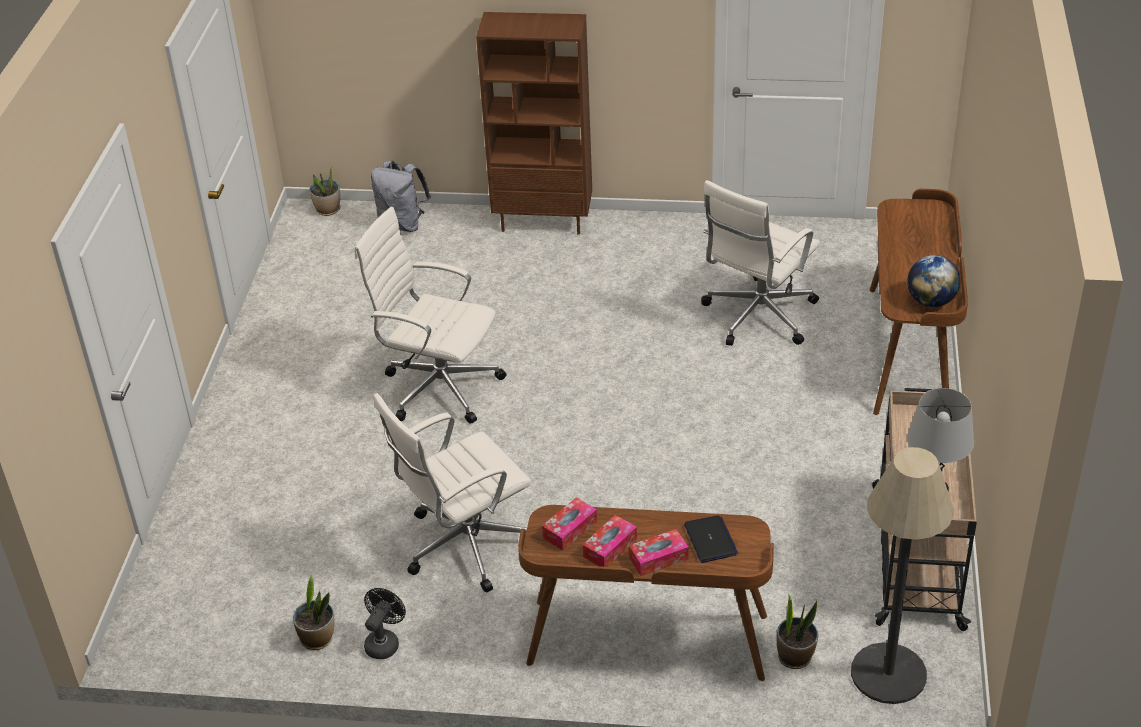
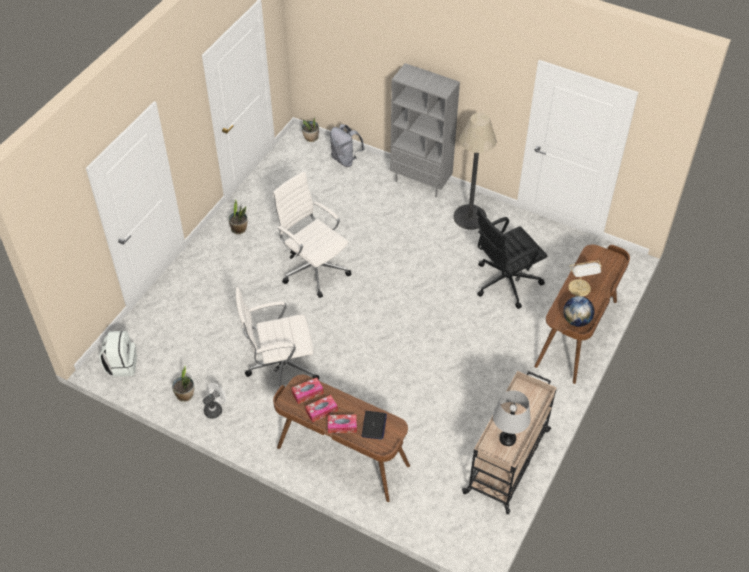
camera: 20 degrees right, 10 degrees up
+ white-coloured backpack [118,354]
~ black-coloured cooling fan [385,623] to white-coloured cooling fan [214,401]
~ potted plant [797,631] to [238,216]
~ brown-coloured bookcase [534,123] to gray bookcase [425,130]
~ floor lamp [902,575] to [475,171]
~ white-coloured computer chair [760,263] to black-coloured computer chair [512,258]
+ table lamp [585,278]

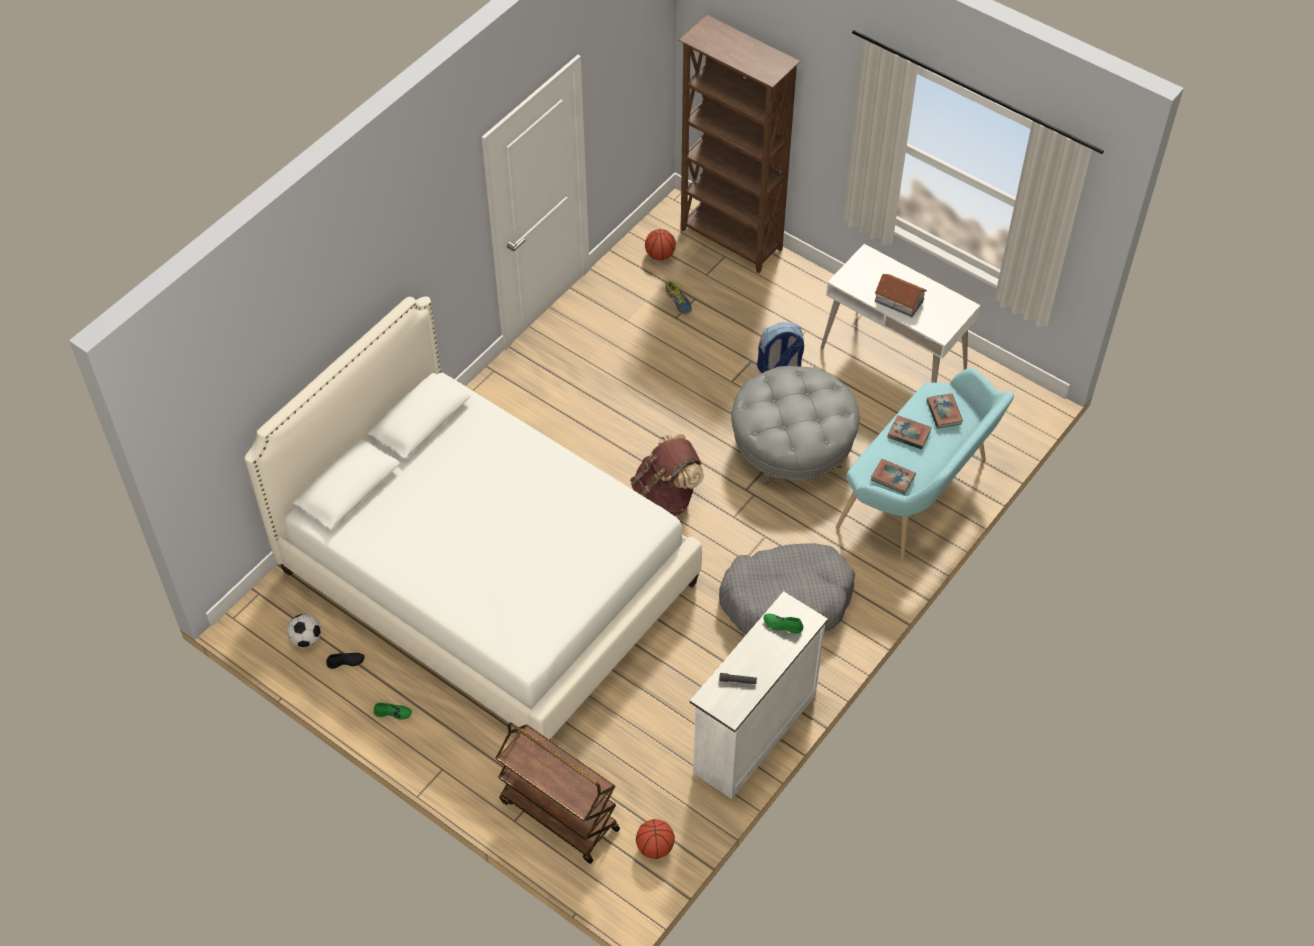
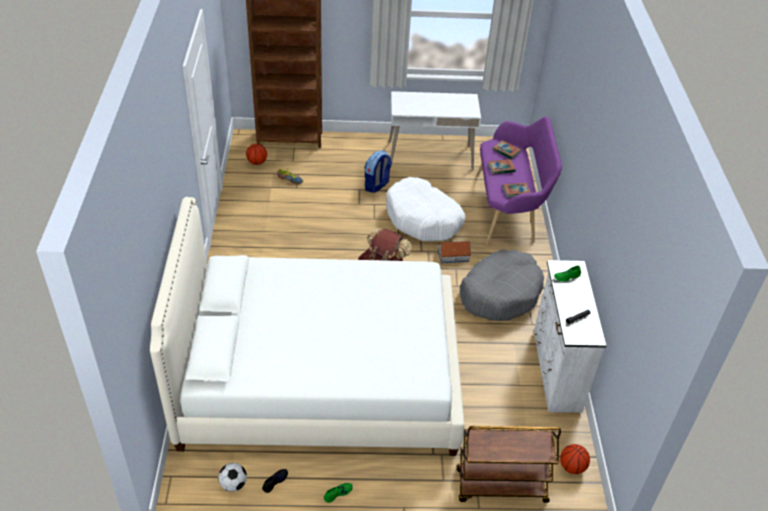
camera: 40 degrees left, 10 degrees down
~ gray footrest [795,425] to white-coloured dog cushion [425,209]
~ model house [901,295] to [454,252]
~ turquoise-coloured indoor bench [925,464] to purple-coloured indoor bench [519,180]

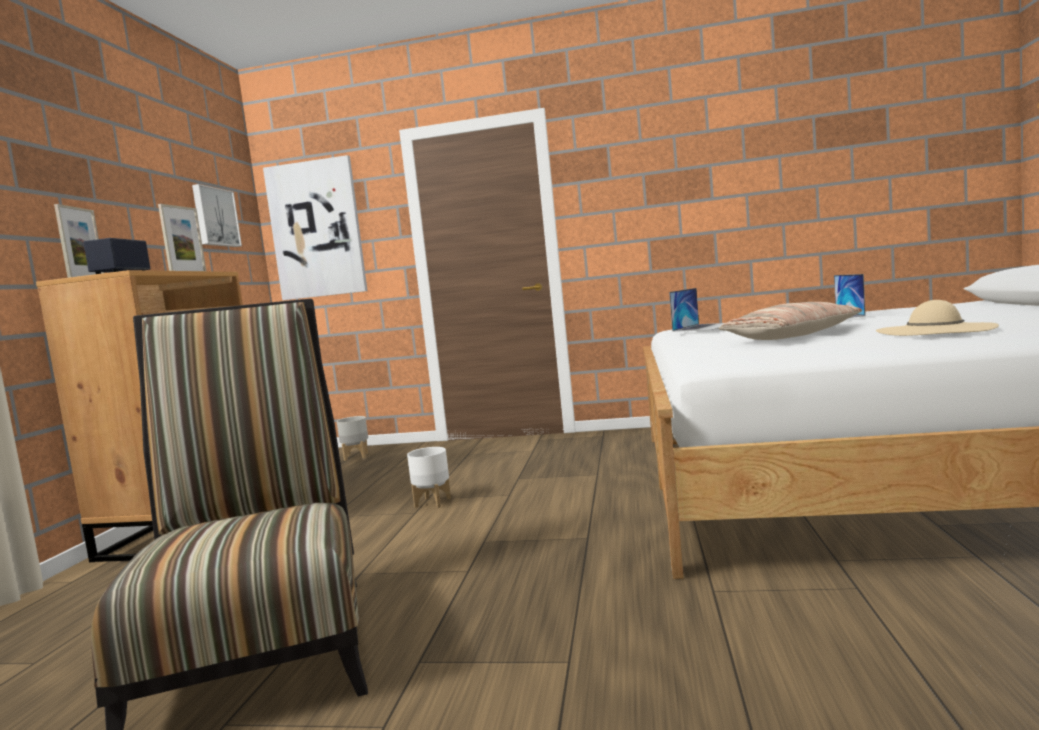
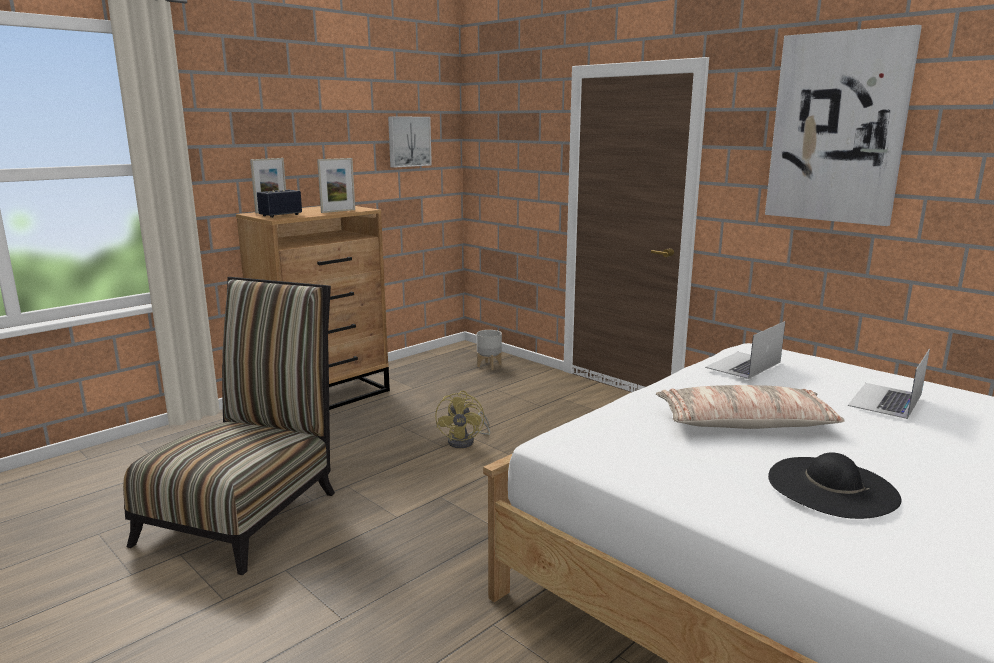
camera: 35 degrees right, 10 degrees up
~ white-coloured plant pot [429,477] to yellow-coloured cooling fan [462,419]
~ notebook computer [696,310] = [745,350] 150 degrees clockwise
~ picture [315,227] to [843,125]
~ beige-coloured wearable hat [937,318] to black-coloured wearable hat [834,485]

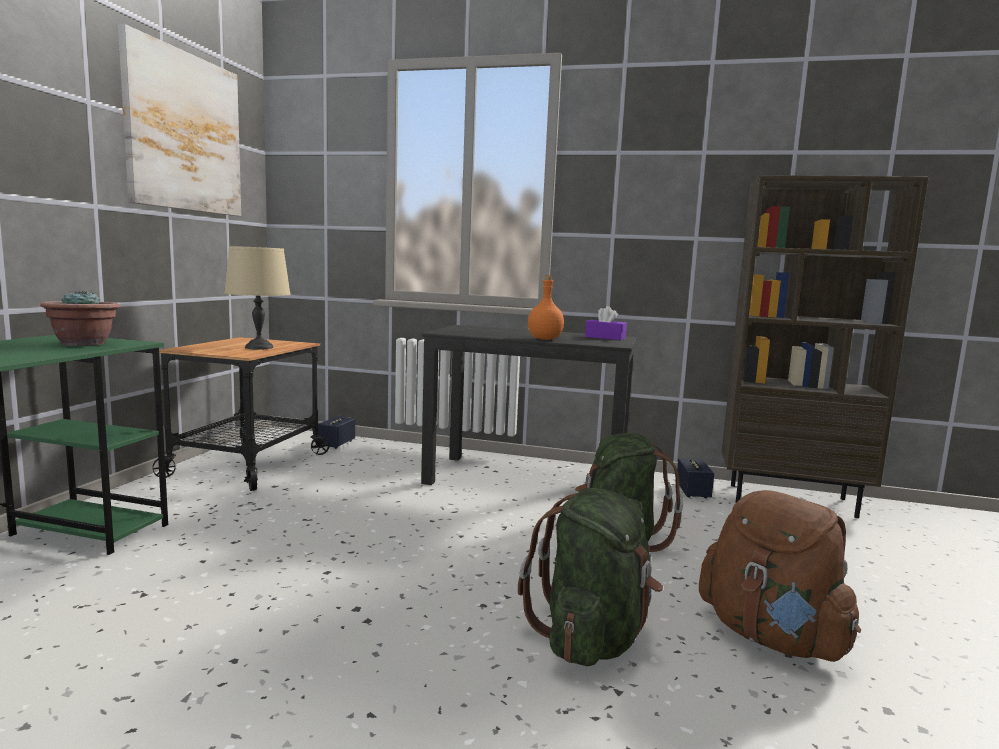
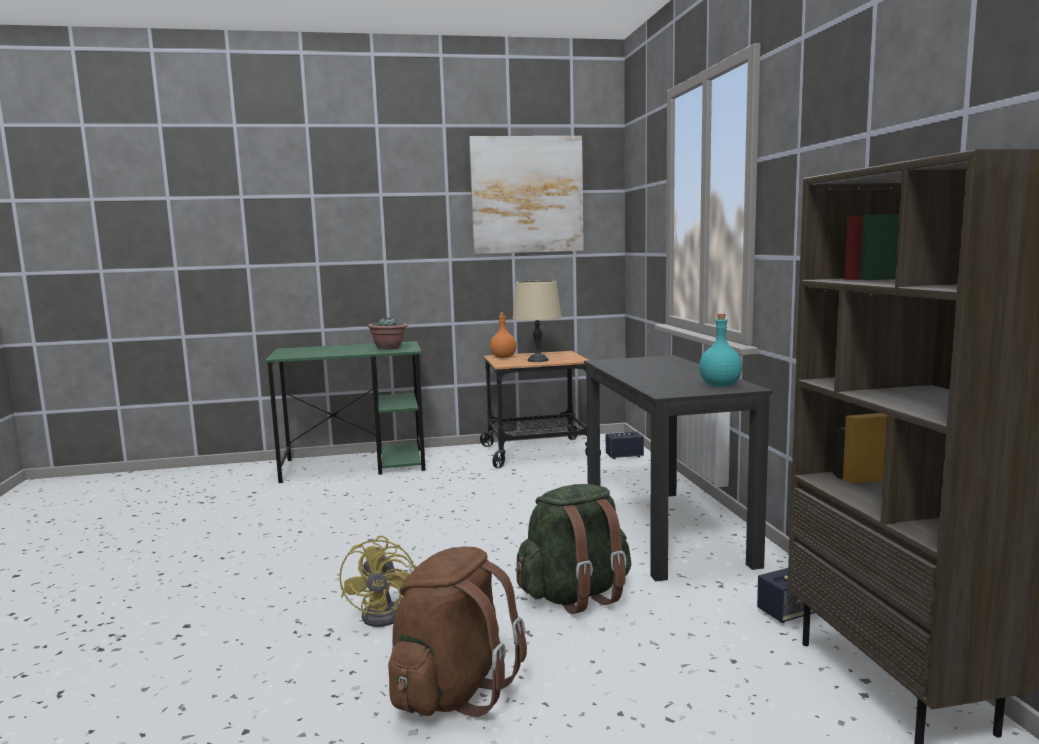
camera: 65 degrees right, 0 degrees up
~ greenish backpack [590,577] to yellow-coloured cooling fan [378,581]
~ orange-coloured bottle [546,307] to [503,335]
~ purple-coloured box of tissues [606,323] to turquoise-coloured bottle [720,350]

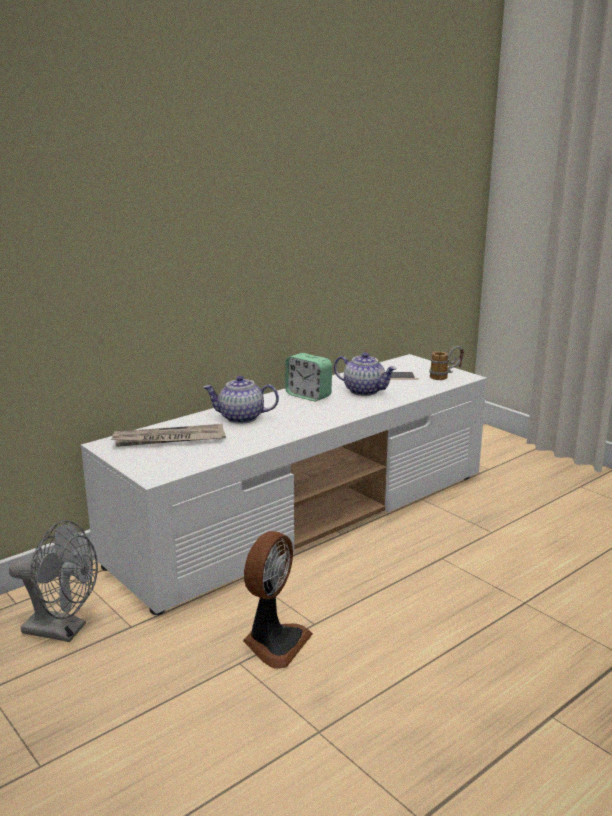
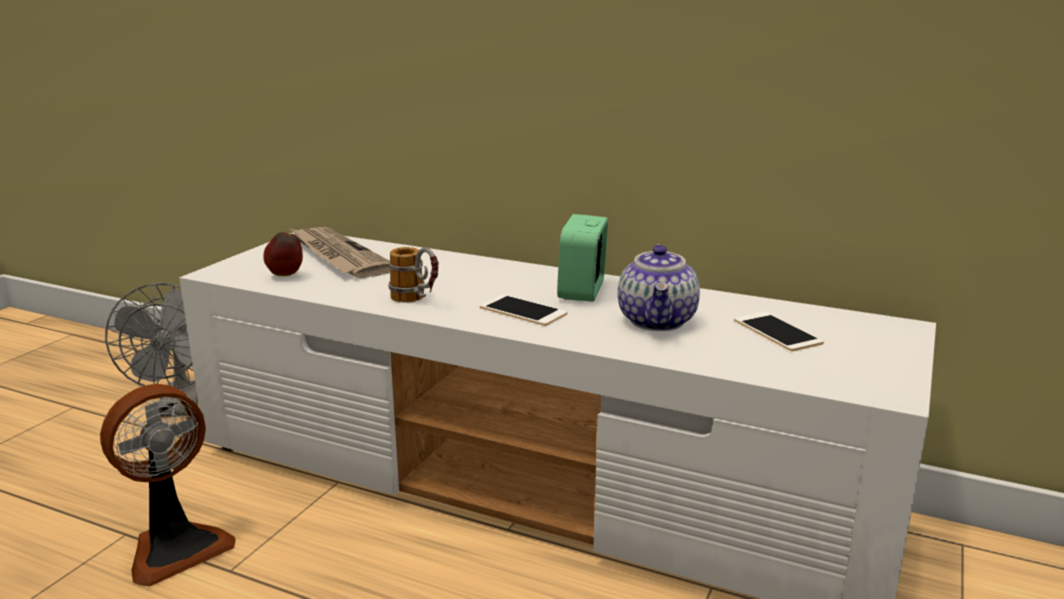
camera: 65 degrees right, 0 degrees up
~ cooling fan [278,600] = [168,485] 45 degrees counterclockwise
+ whole apple [283,254]
~ coffee mug [446,363] to [413,275]
+ handset [524,310]
- teapot [241,400]

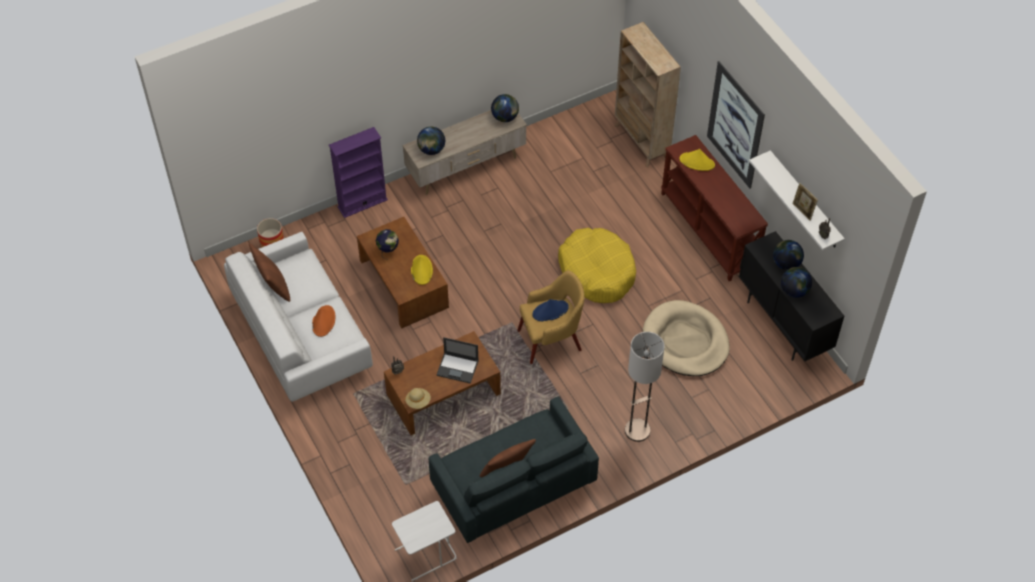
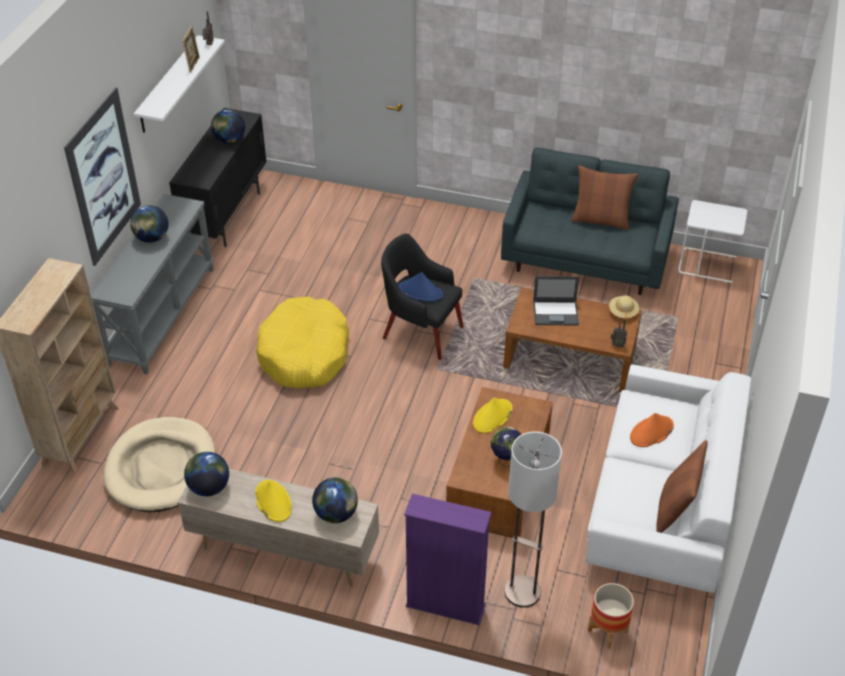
camera: 135 degrees left, 10 degrees down
~ brown-coloured hall table [714,208] to gray hall table [152,284]
~ beige-coloured dog cushion [686,338] to [159,464]
~ globe [788,255] to [149,224]
~ yellow-coloured wearable hat [697,160] to [273,501]
~ yellow-coloured easy chair [551,317] to black-coloured easy chair [422,297]
~ floor lamp [645,387] to [533,519]
~ notebook computer [457,360] = [556,300] 120 degrees clockwise

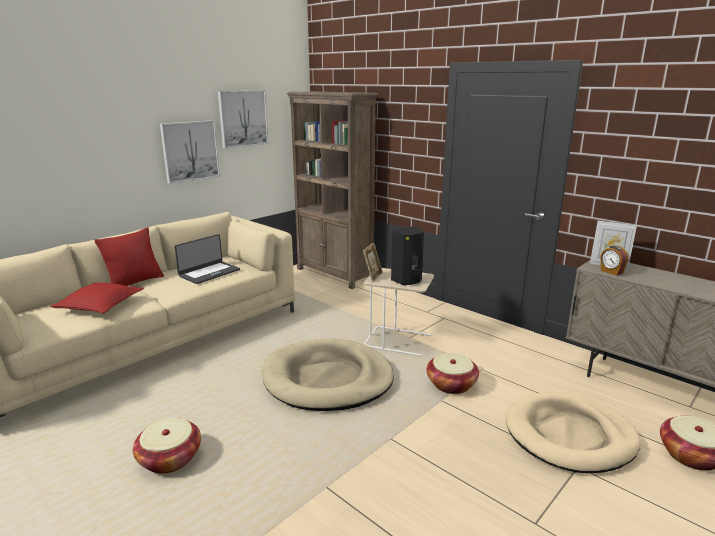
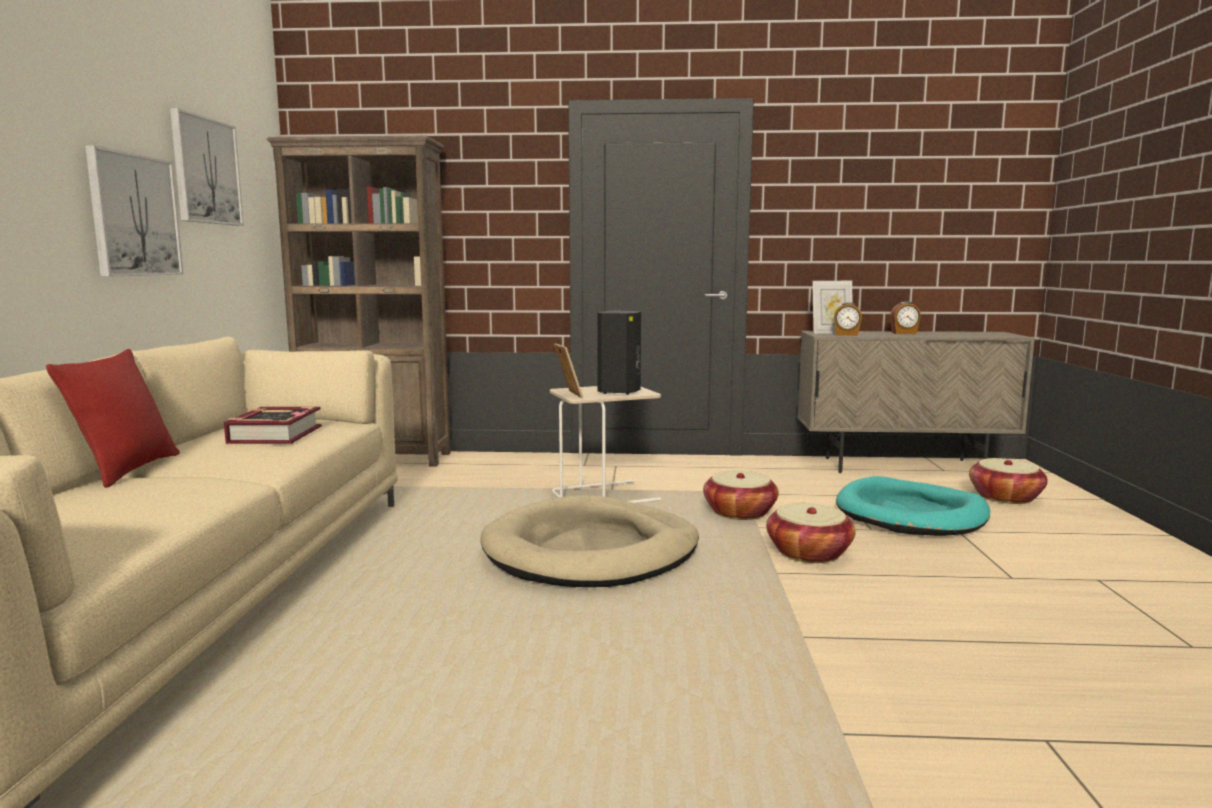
camera: 40 degrees left, 10 degrees down
~ notebook computer [207,259] to bound book [273,425]
~ storage basket [167,446] to [811,533]
~ beige-coloured dog cushion [573,432] to turquoise-coloured dog cushion [913,506]
+ alarm clock [905,317]
- red cushion [97,298]

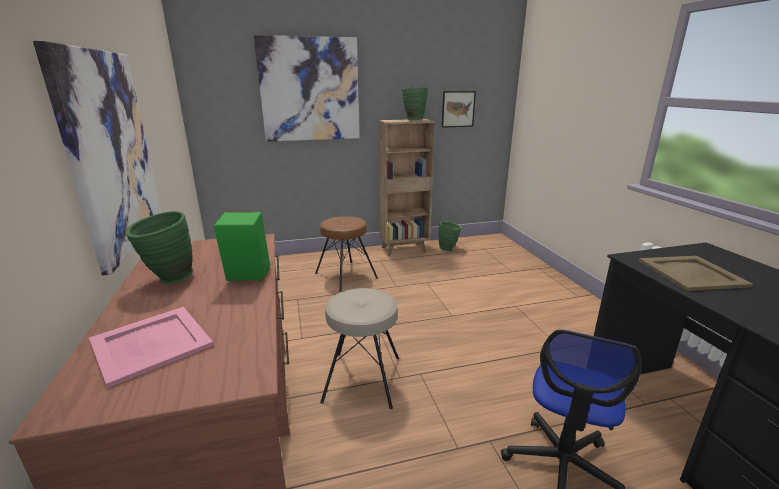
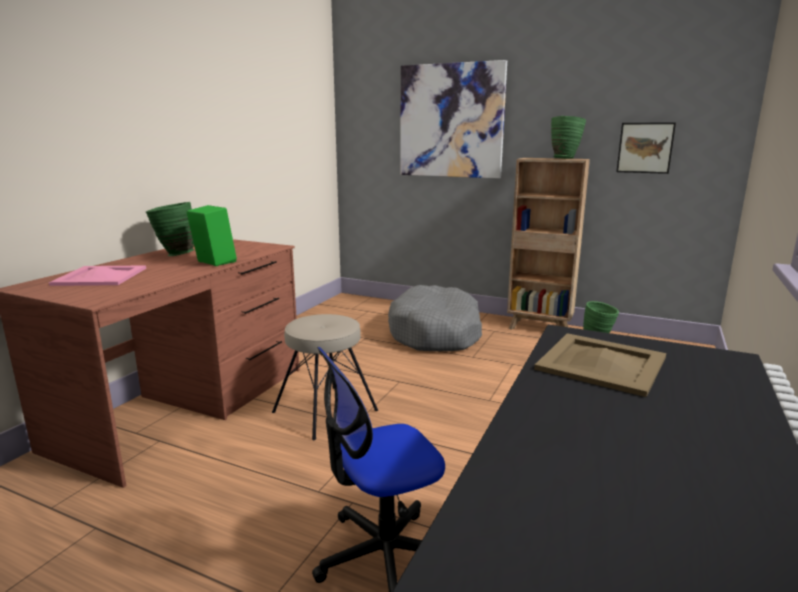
camera: 40 degrees right, 5 degrees down
~ brown-coloured stool seat [346,254] to gray dog cushion [435,318]
- picture [97,158]

